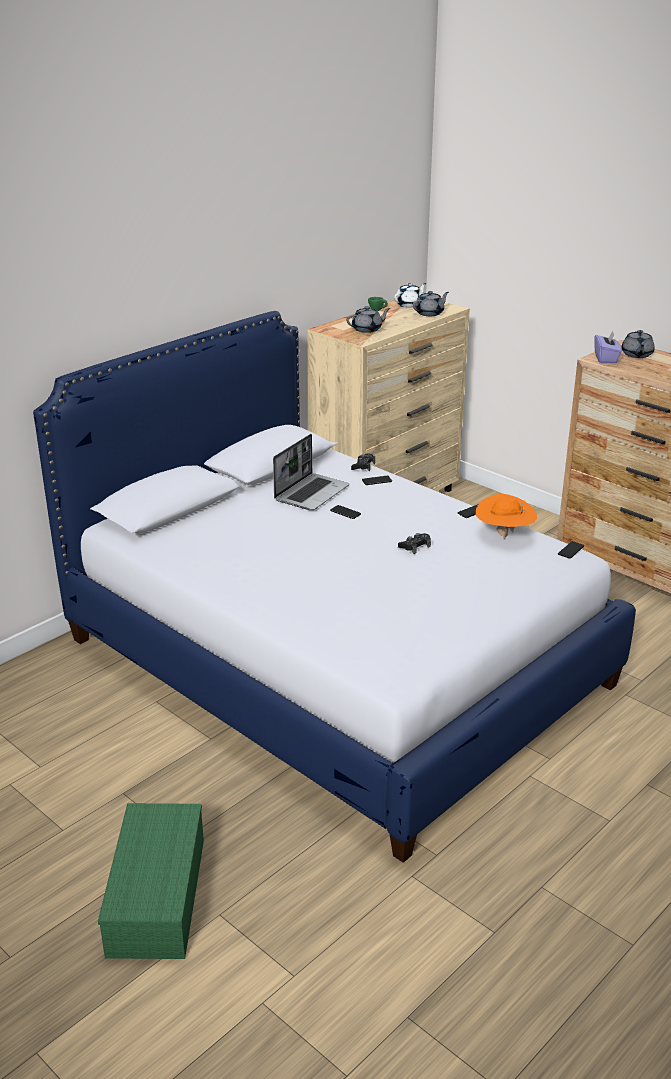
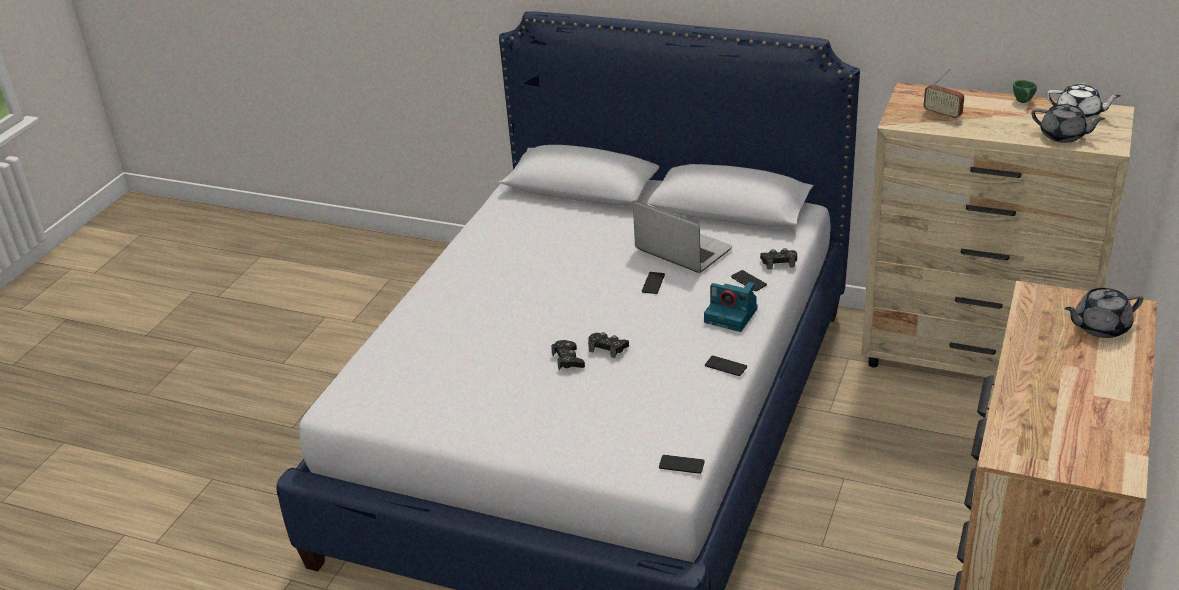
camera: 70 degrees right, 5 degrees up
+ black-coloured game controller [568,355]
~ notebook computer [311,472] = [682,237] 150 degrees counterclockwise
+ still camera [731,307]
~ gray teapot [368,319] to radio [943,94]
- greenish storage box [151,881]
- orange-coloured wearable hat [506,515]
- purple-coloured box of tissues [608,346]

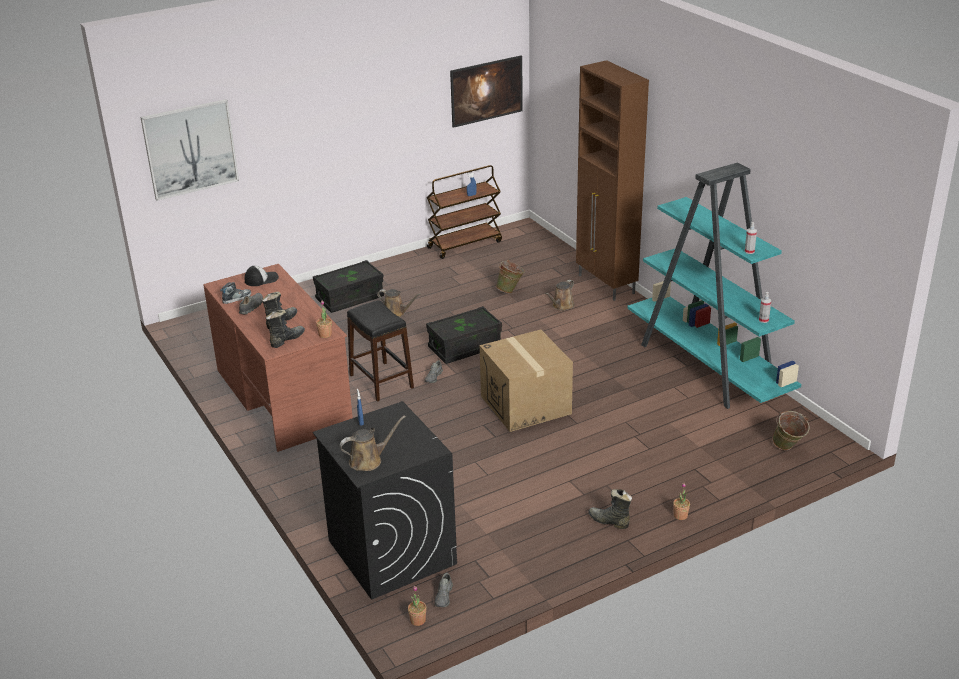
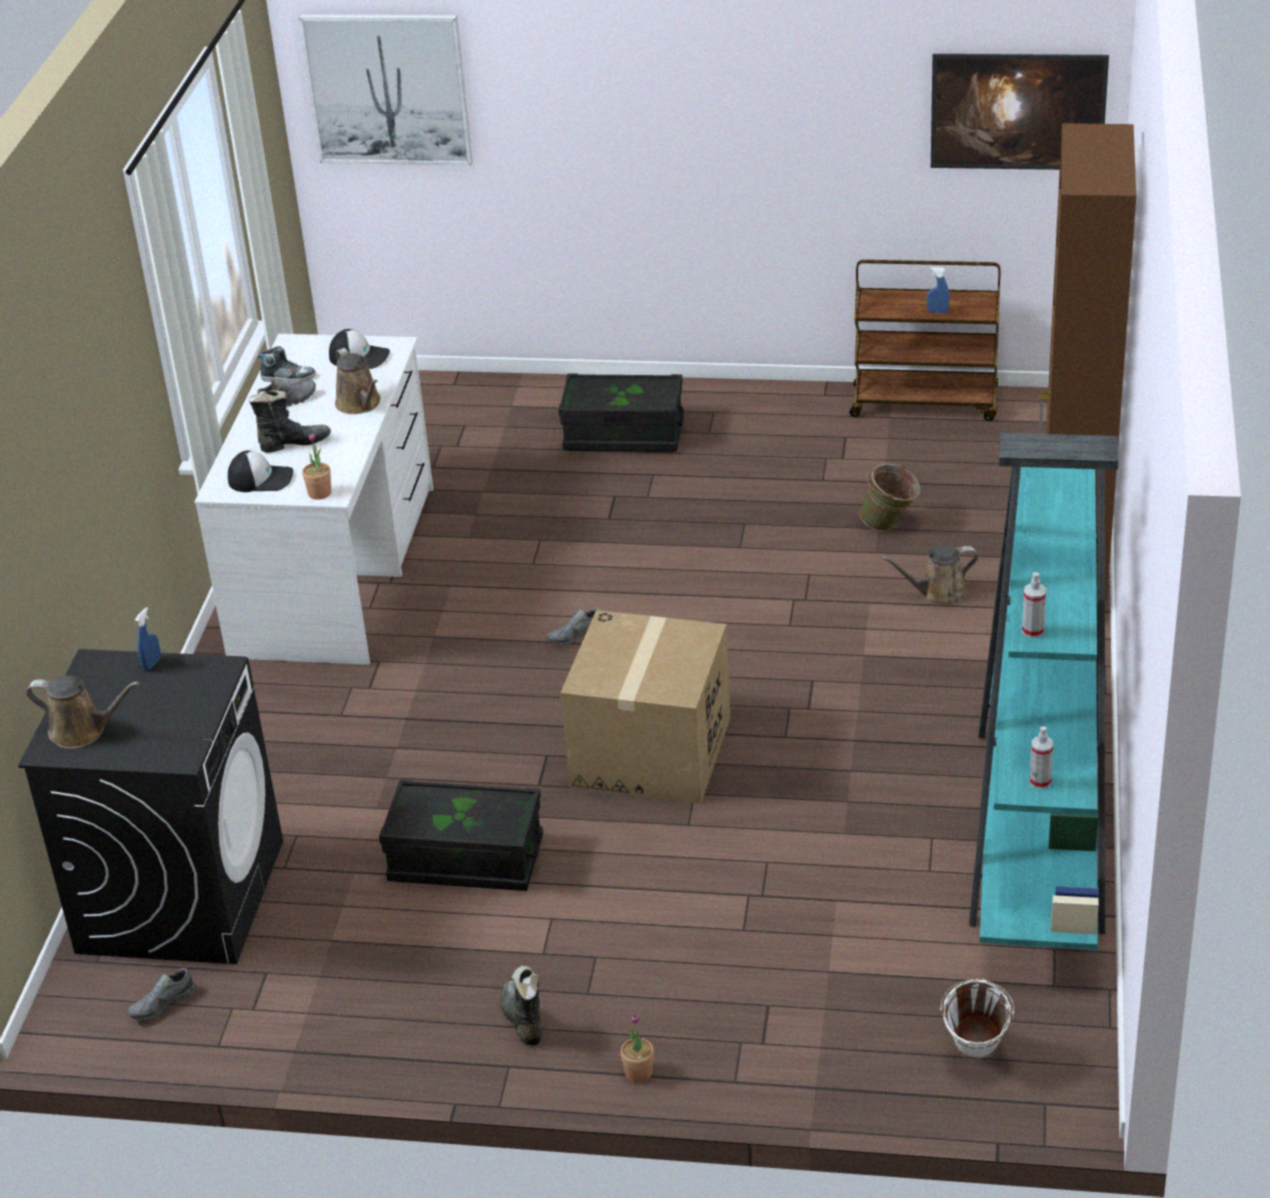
camera: 40 degrees right, 5 degrees up
~ brown-coloured desk [278,358] to white-coloured desk [314,499]
~ black-coloured boot [285,329] to baseball cap [260,471]
~ brown-coloured sprinkling can [399,303] to [357,381]
~ black-coloured storage box [464,335] to [461,835]
~ greenish bucket [790,430] to white-coloured bucket [977,1019]
- black-coloured stool seat [380,351]
- potted plant [417,606]

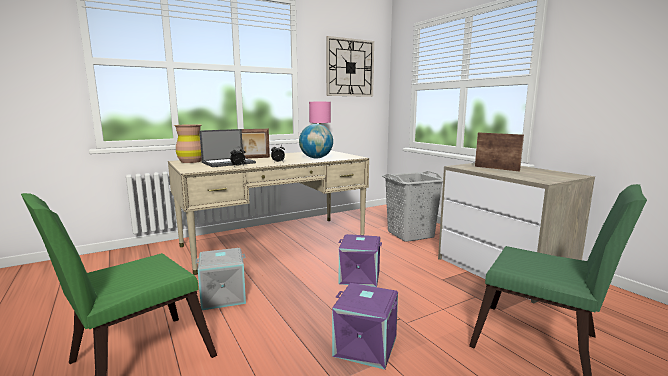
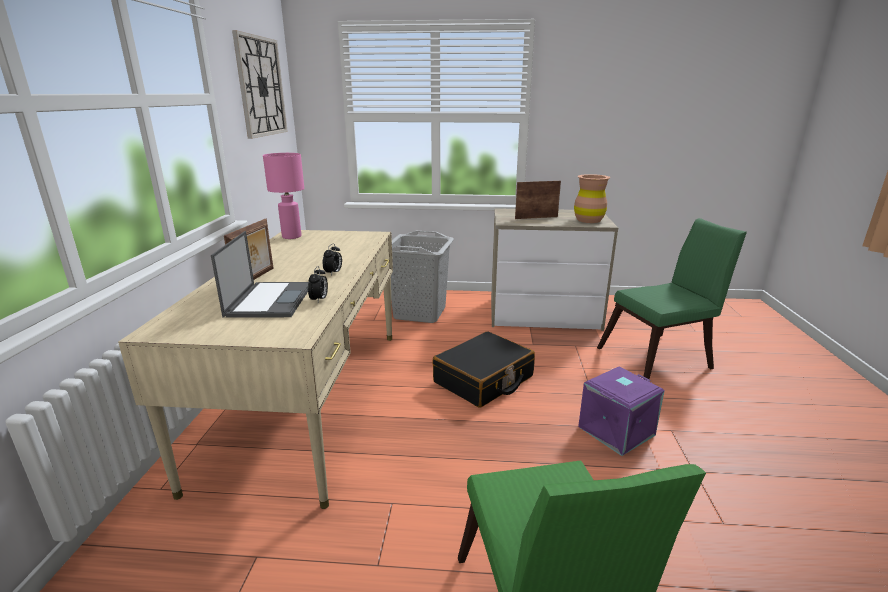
camera: 55 degrees left, 10 degrees up
~ purple-coloured storage box [360,260] to black-coloured suitcase [483,369]
~ brown-coloured vase [188,143] to [592,198]
- gray storage box [220,279]
- globe [316,141]

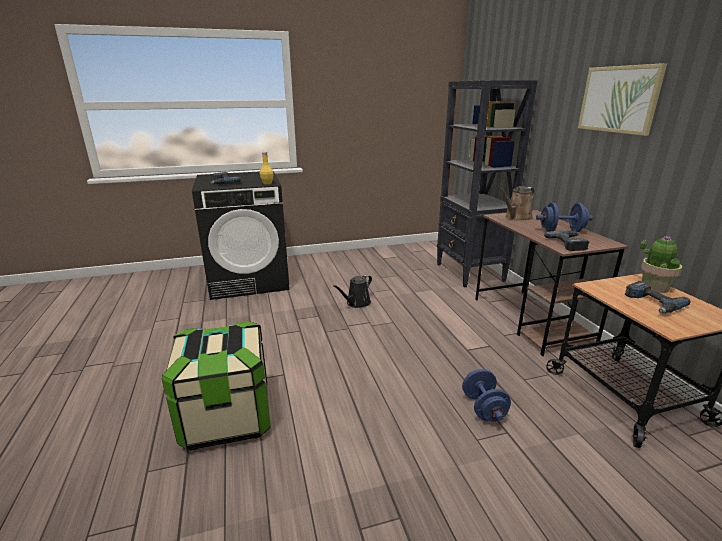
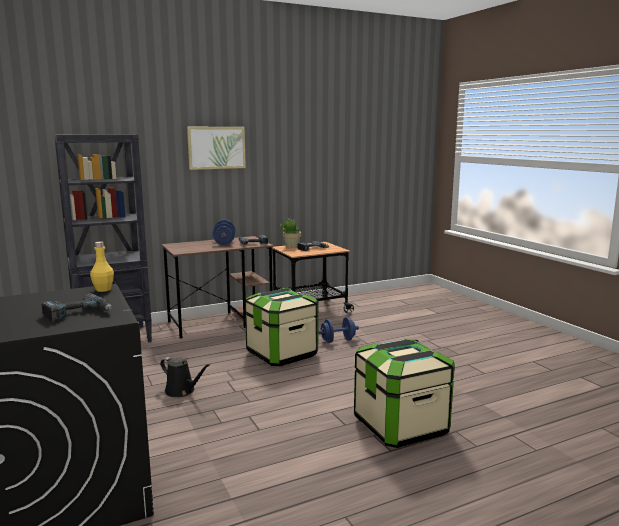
camera: 100 degrees left, 10 degrees down
+ storage box [281,327]
- brown-coloured sprinkling can [517,203]

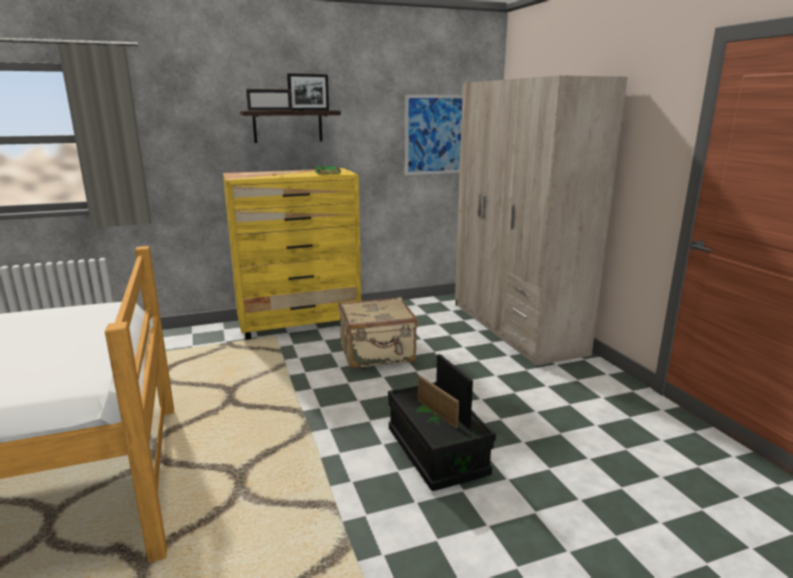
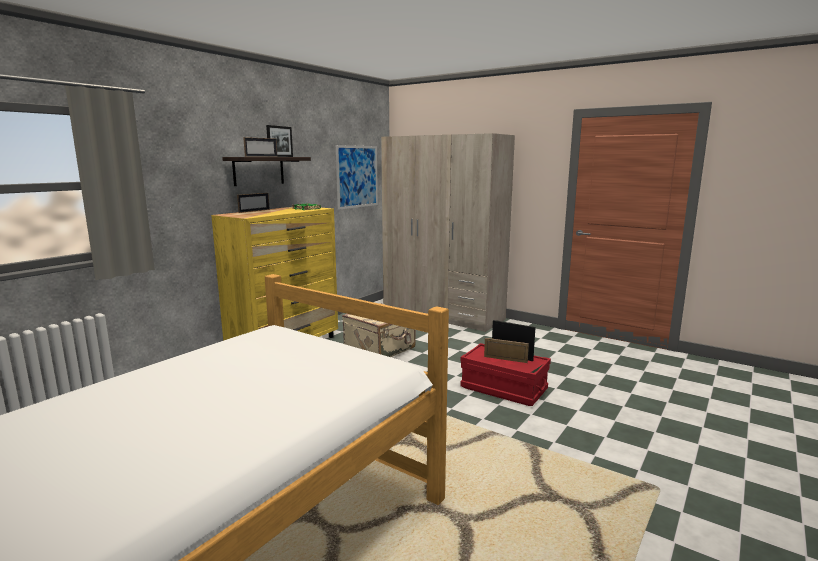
camera: 35 degrees left, 5 degrees down
+ standing frame [253,203]
~ black-coloured storage box [442,436] to red storage box [505,374]

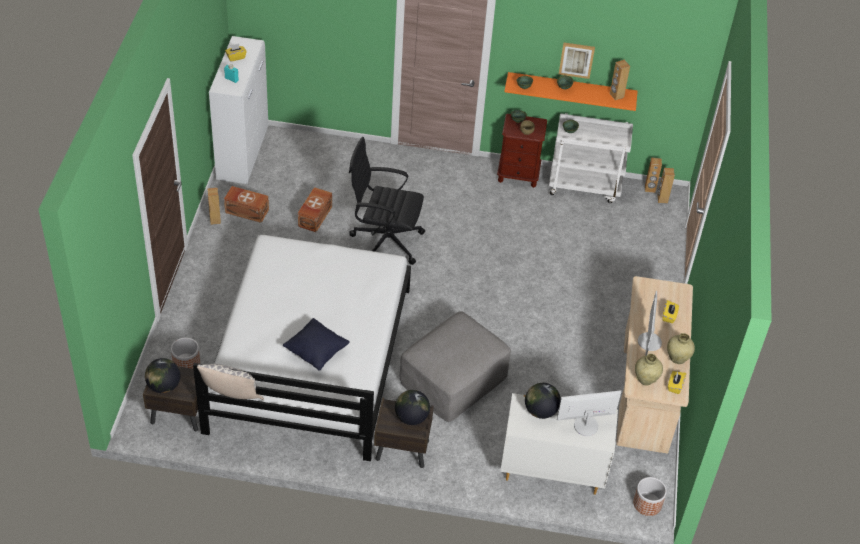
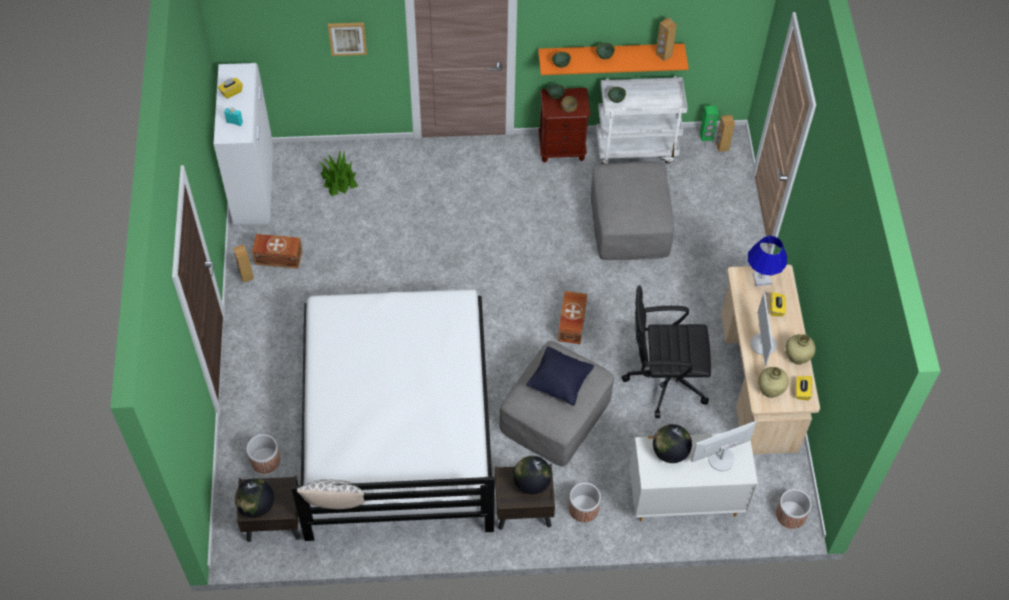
camera: 10 degrees left, 10 degrees up
+ potted plant [338,173]
~ picture [577,60] to [347,39]
~ black-coloured cushion [316,344] to [560,376]
~ brown-coloured storage box [315,209] to [572,317]
+ plant pot [584,502]
+ gray footrest [632,210]
~ black-coloured computer chair [387,201] to [666,351]
~ brown-coloured audio speaker [653,175] to greenish audio speaker [709,123]
+ blue-coloured table lamp [767,261]

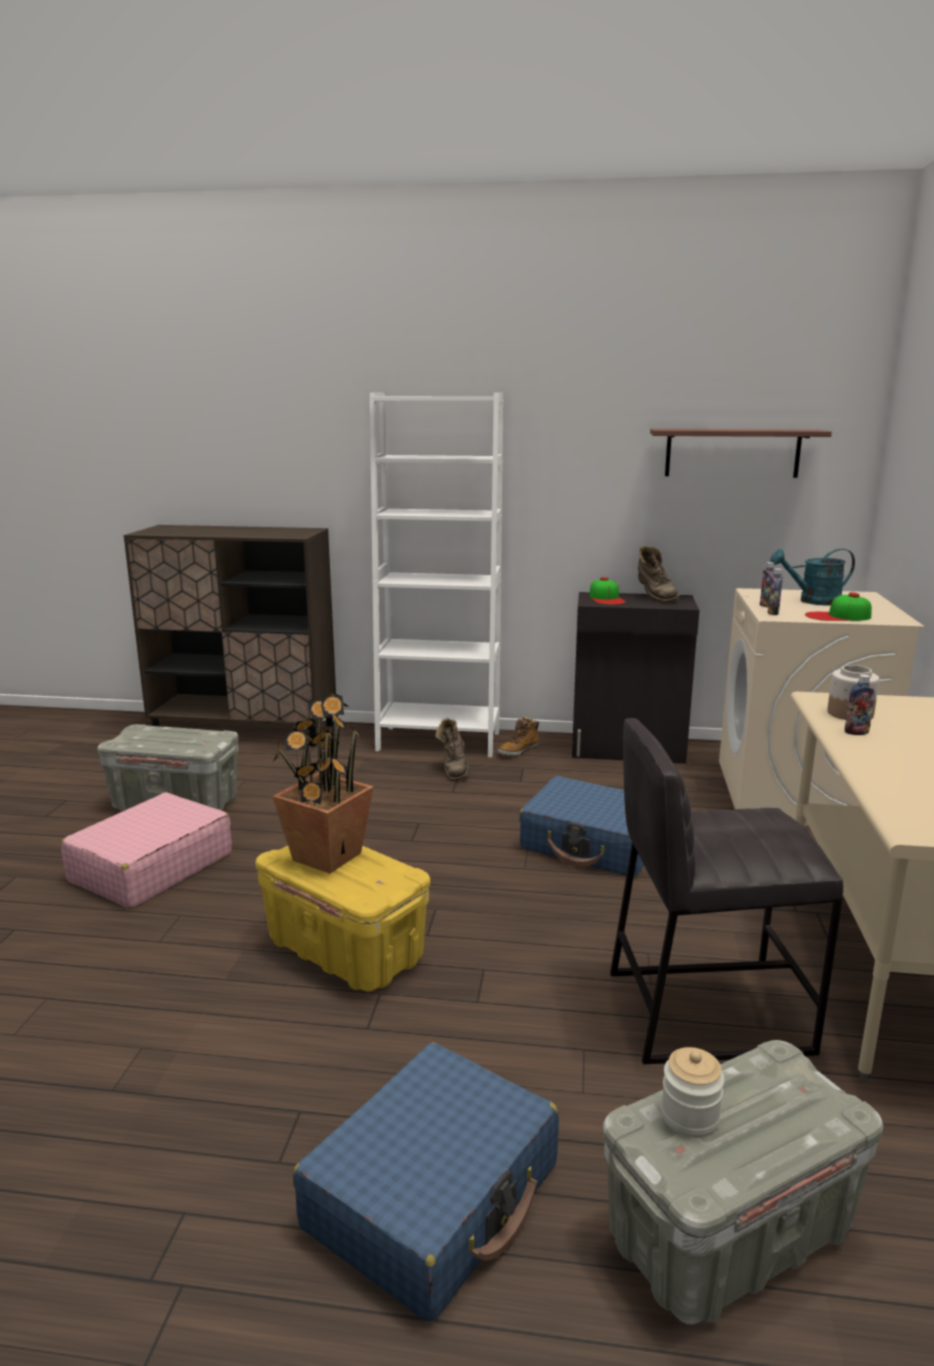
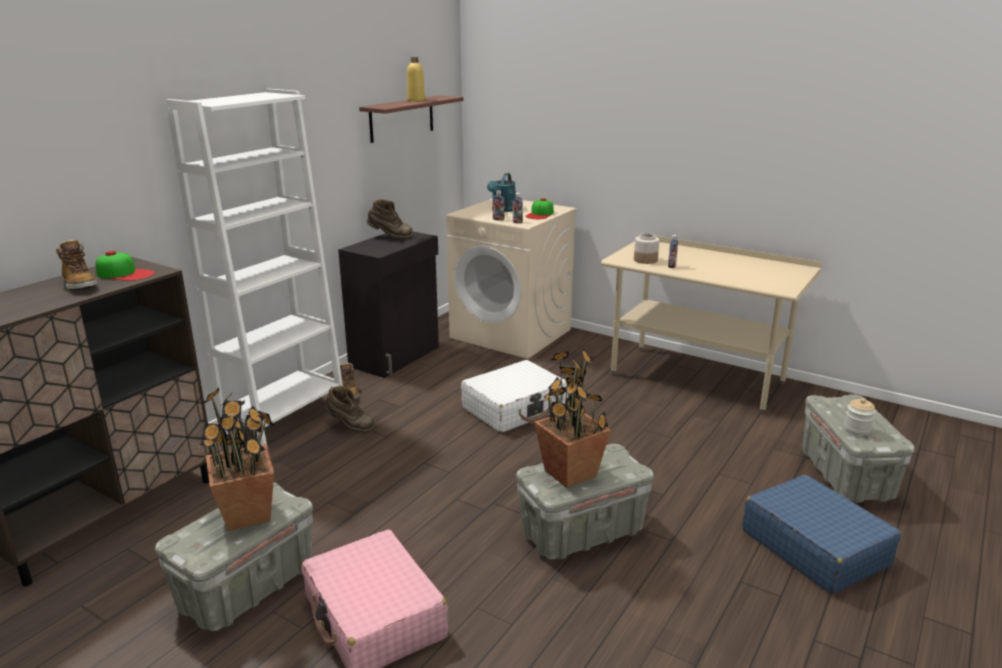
camera: 65 degrees left, 5 degrees up
+ boot [77,265]
~ baseball cap [607,591] to [125,266]
+ potted plant [237,459]
+ yellow-coloured bottle [416,79]
~ blue-coloured suitcase [581,826] to white-coloured suitcase [514,396]
~ yellow-coloured storage box [342,918] to gray storage box [585,502]
- gray stool seat [726,891]

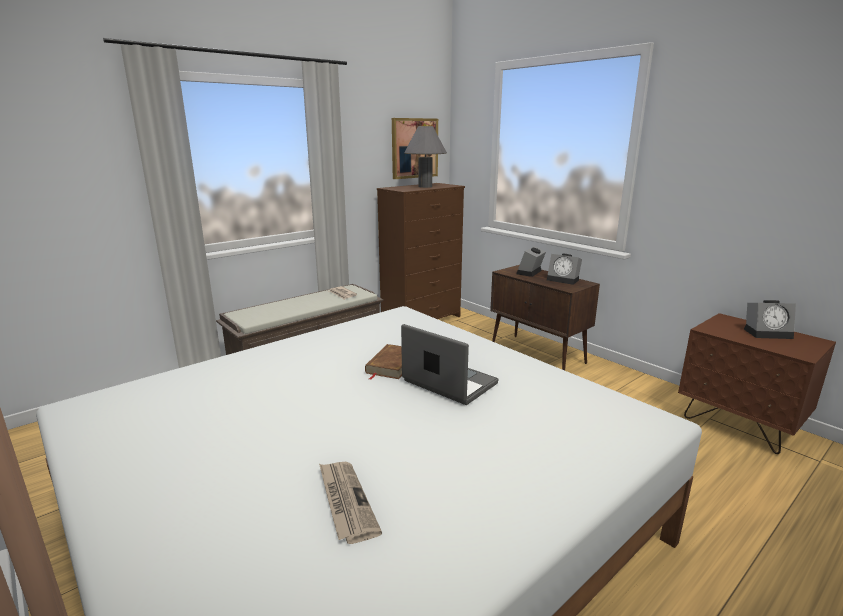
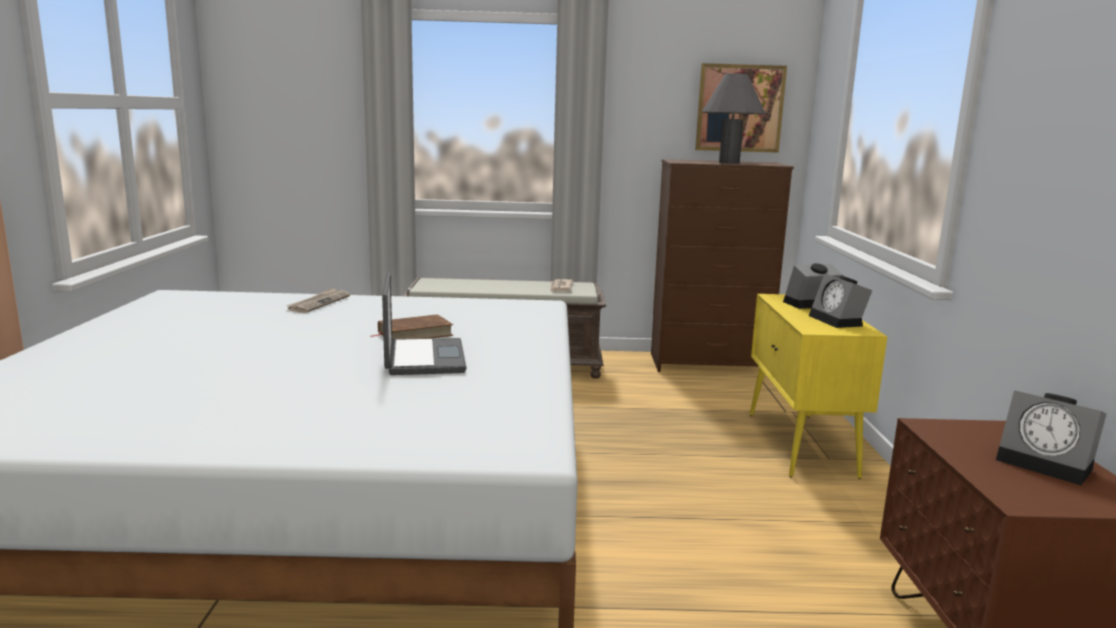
camera: 40 degrees right, 5 degrees down
~ newspaper [350,503] to [318,300]
~ brown-coloured cupboard [545,317] to yellow-coloured cupboard [818,386]

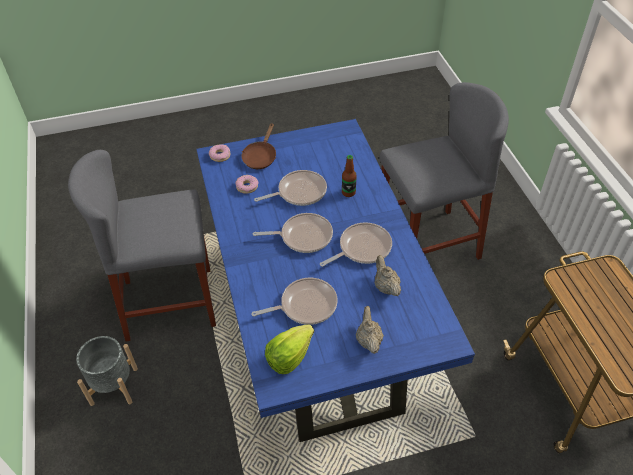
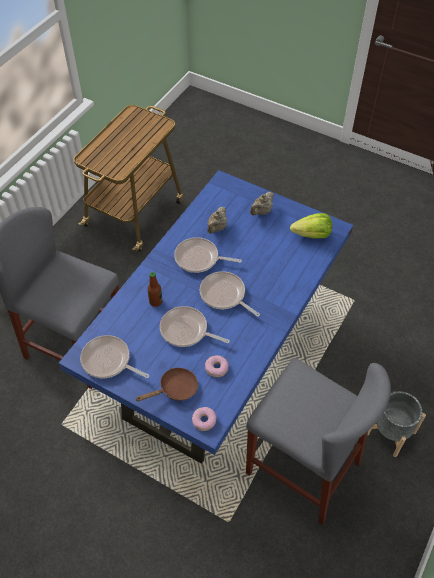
camera: 135 degrees left, 5 degrees up
~ skillet [294,301] to [114,356]

